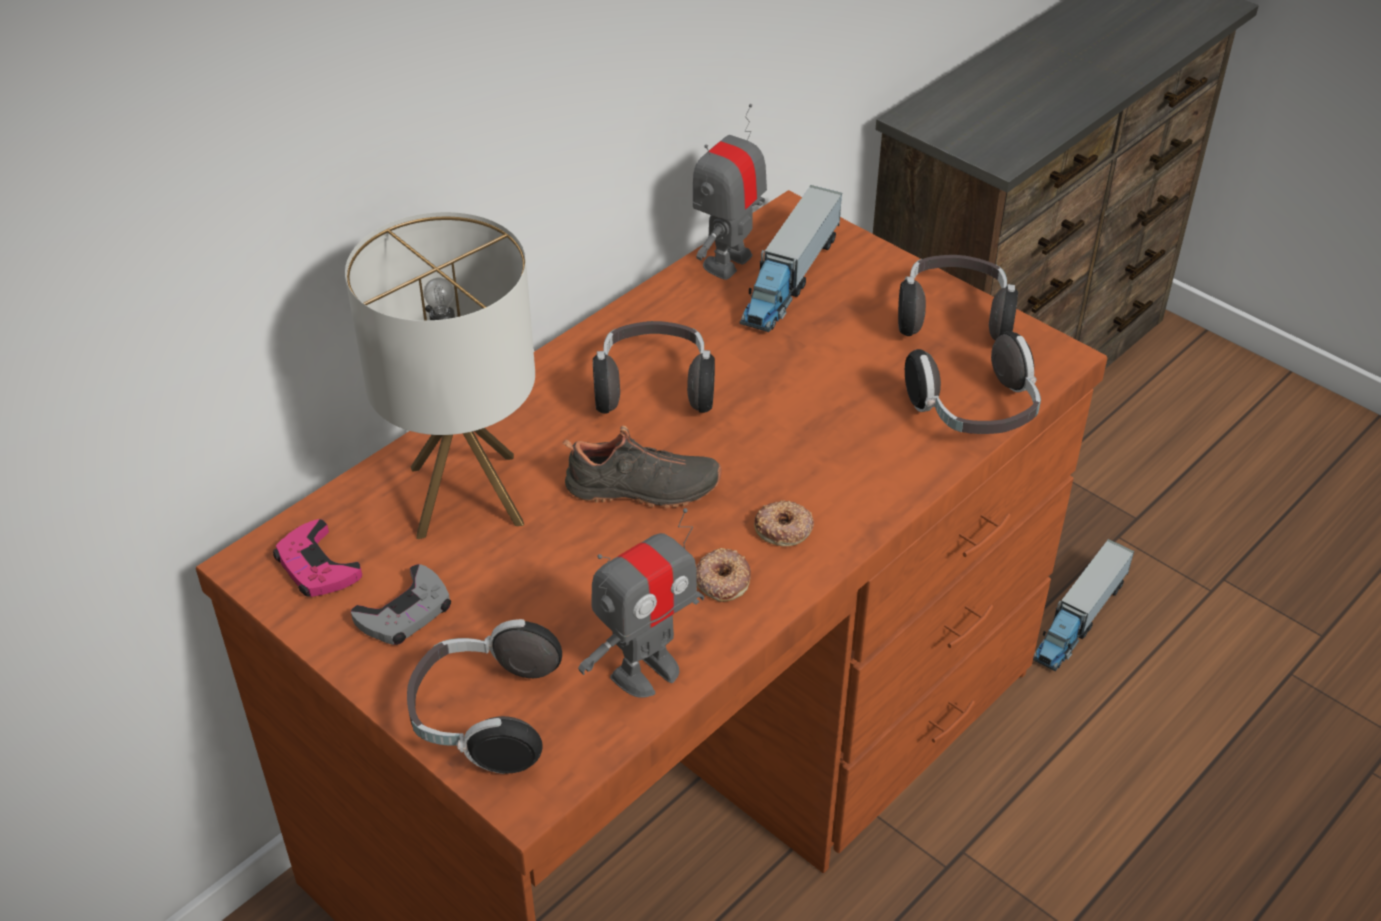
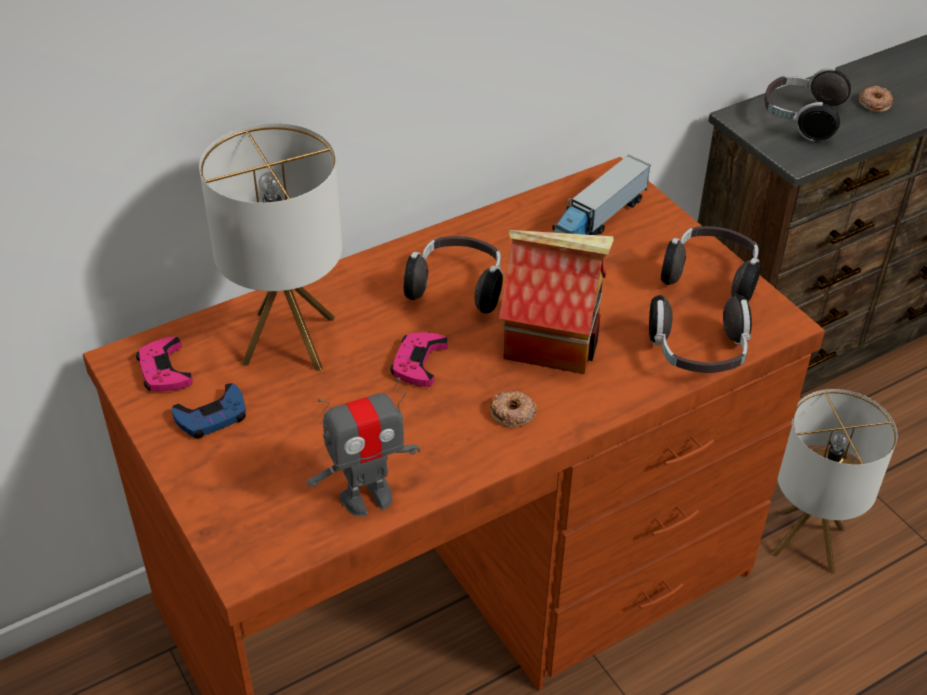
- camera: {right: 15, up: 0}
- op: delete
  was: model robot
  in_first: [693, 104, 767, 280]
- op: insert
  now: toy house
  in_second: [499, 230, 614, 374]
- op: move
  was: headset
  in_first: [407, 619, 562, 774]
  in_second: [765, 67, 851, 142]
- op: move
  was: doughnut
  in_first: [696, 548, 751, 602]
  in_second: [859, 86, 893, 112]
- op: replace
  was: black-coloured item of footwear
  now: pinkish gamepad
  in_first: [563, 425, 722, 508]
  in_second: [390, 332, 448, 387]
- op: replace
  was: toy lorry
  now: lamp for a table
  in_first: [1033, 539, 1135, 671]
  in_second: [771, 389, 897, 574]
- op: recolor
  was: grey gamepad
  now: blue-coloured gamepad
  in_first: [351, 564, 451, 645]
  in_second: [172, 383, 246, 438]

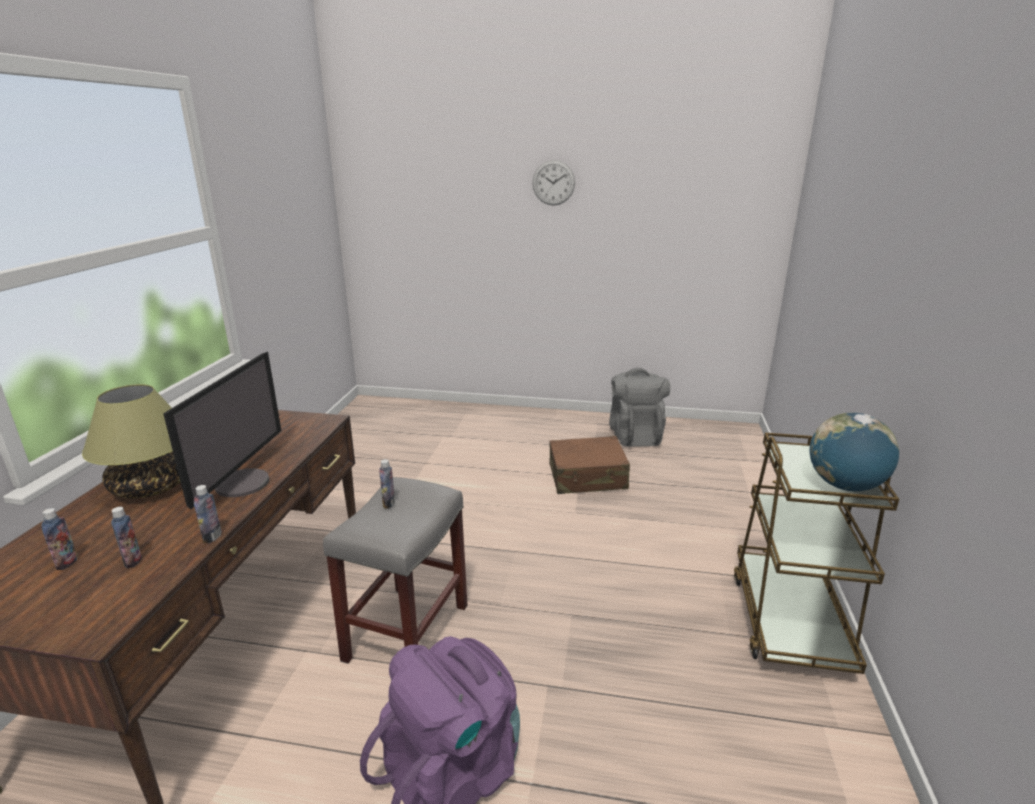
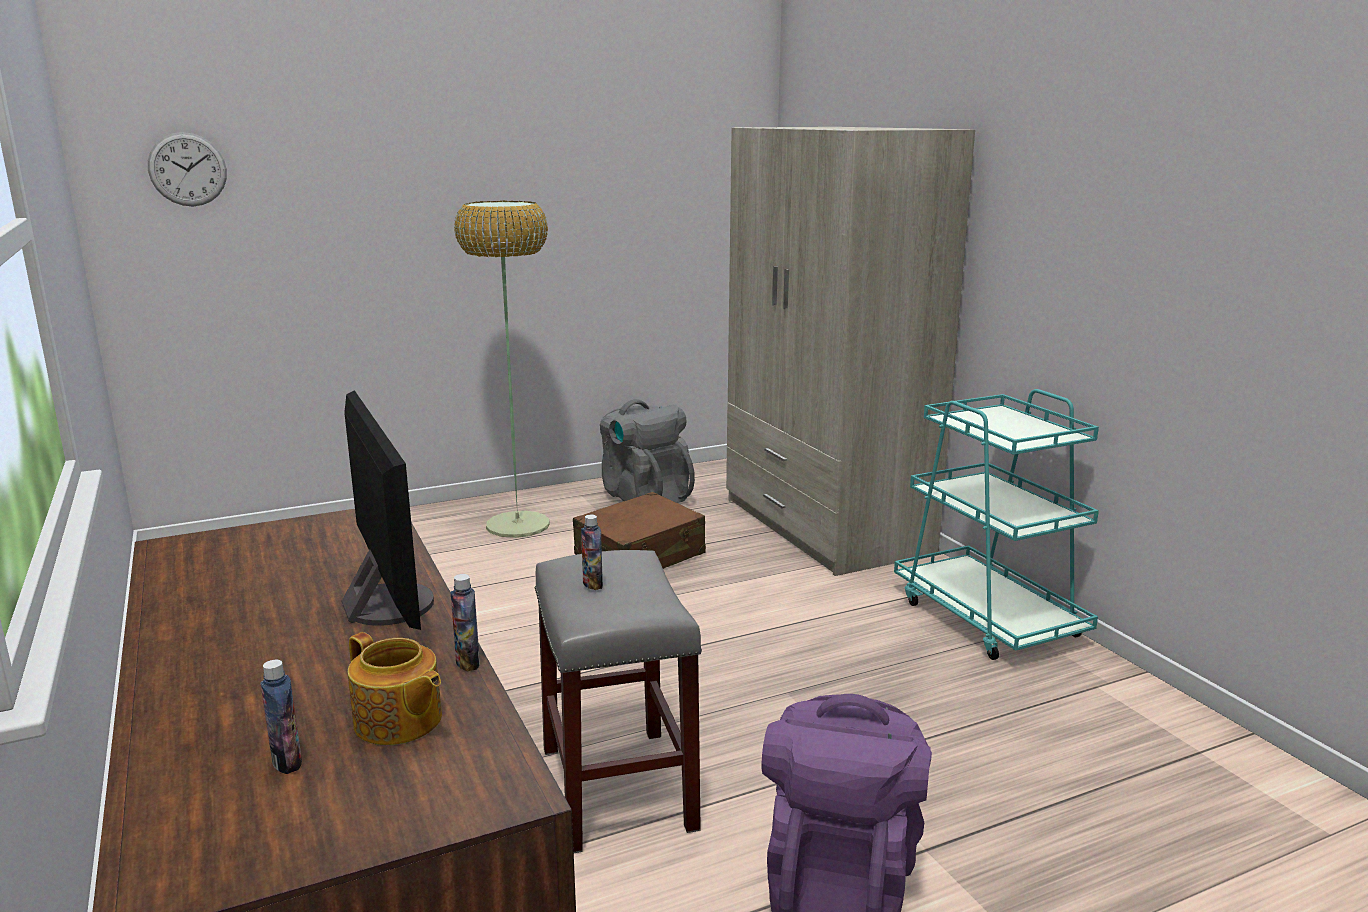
- camera: {right: -35, up: -5}
- op: delete
  was: lamp for a table
  in_first: [82, 384, 181, 499]
- op: delete
  was: world globe
  in_first: [810, 413, 899, 491]
- op: insert
  now: standard lamp
  in_second: [454, 200, 550, 538]
- op: insert
  now: beige wardrobe
  in_second: [726, 127, 975, 576]
- op: move
  was: hanging clock
  in_first: [532, 160, 575, 206]
  in_second: [148, 132, 227, 207]
- op: replace
  was: beverage bottle
  now: tea pot
  in_first: [111, 507, 142, 568]
  in_second: [348, 632, 442, 745]
- op: recolor
  was: brown wheeled cart
  now: blue-green wheeled cart
  in_first: [734, 433, 899, 674]
  in_second: [894, 389, 1099, 660]

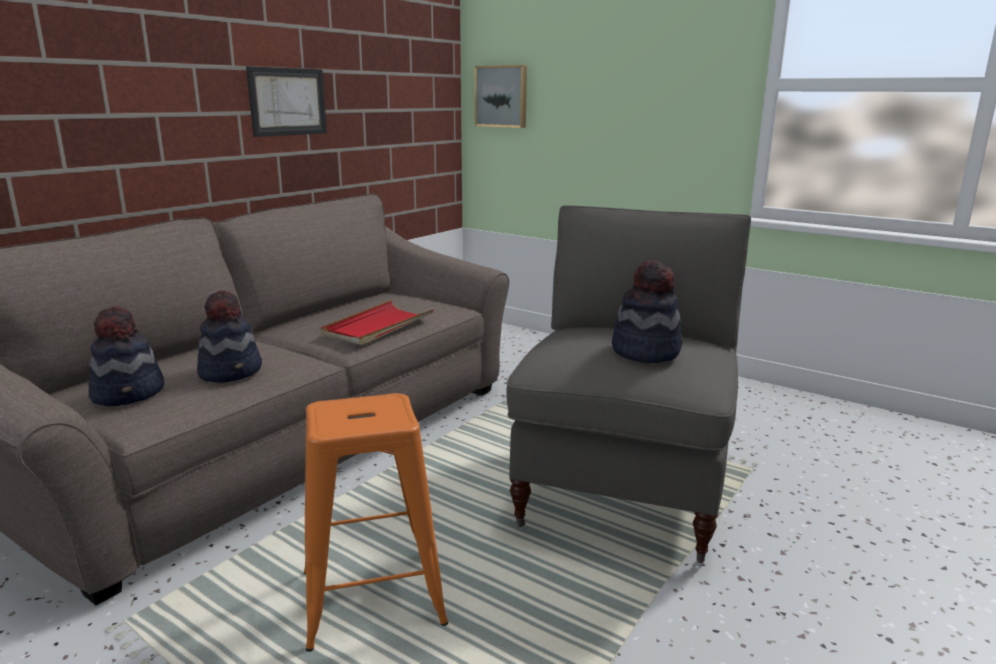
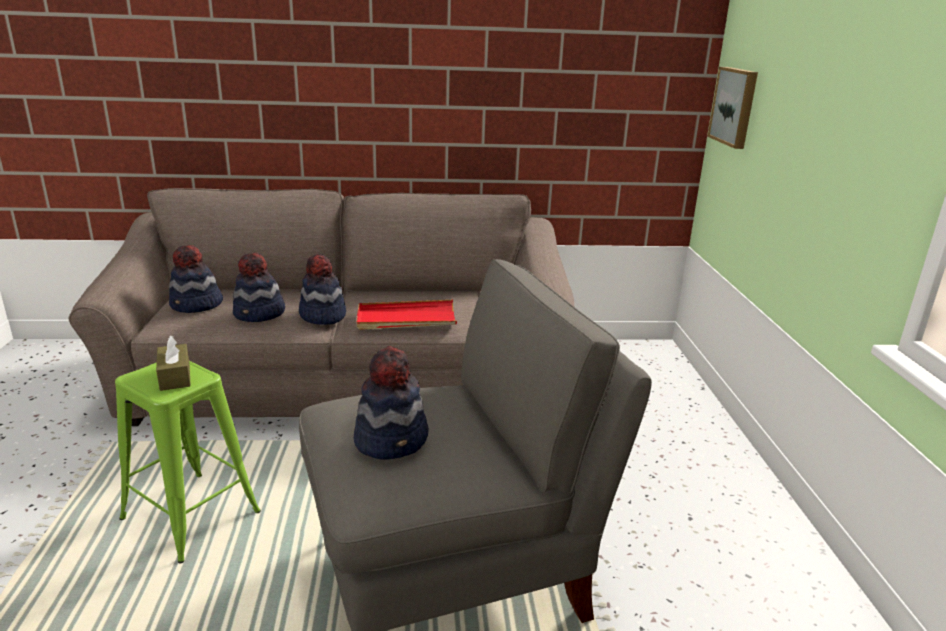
- camera: {right: 50, up: 5}
- op: delete
  was: wall picture
  in_first: [246, 66, 327, 137]
- op: insert
  now: brown tissue box
  in_second: [156, 336, 191, 391]
- op: insert
  now: hat
  in_second: [299, 254, 346, 325]
- op: recolor
  was: orange-coloured sitting stool
  now: green sitting stool
  in_first: [304, 393, 448, 652]
  in_second: [115, 361, 261, 563]

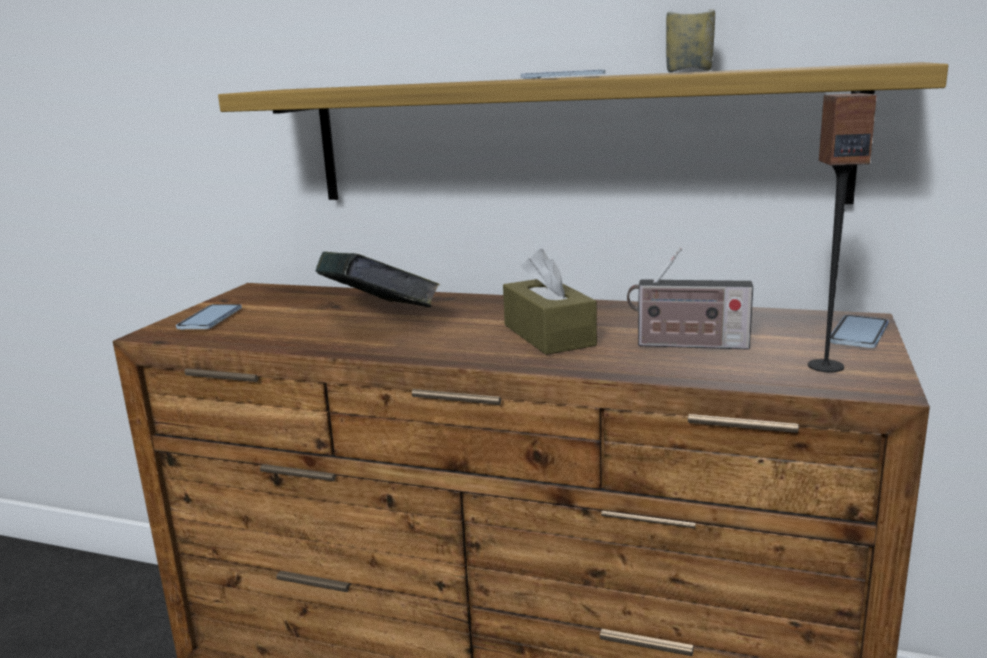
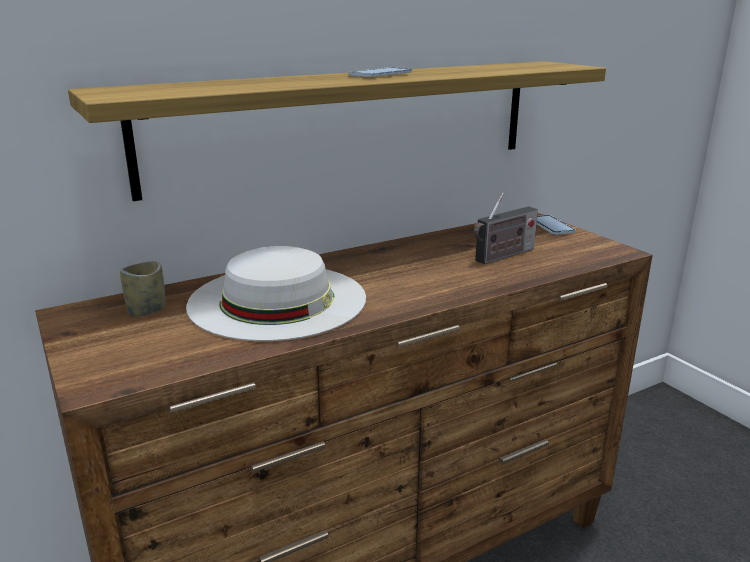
- camera: {right: -50, up: 5}
- op: delete
  was: handset
  in_first: [176, 304, 242, 330]
- op: delete
  was: brown tissue box
  in_first: [503, 249, 597, 355]
- op: delete
  was: audio speaker
  in_first: [808, 93, 877, 372]
- op: move
  was: small cup
  in_first: [666, 9, 715, 73]
  in_second: [120, 261, 166, 317]
- op: replace
  was: volume
  now: whitish hat
  in_first: [316, 251, 440, 307]
  in_second: [186, 246, 366, 341]

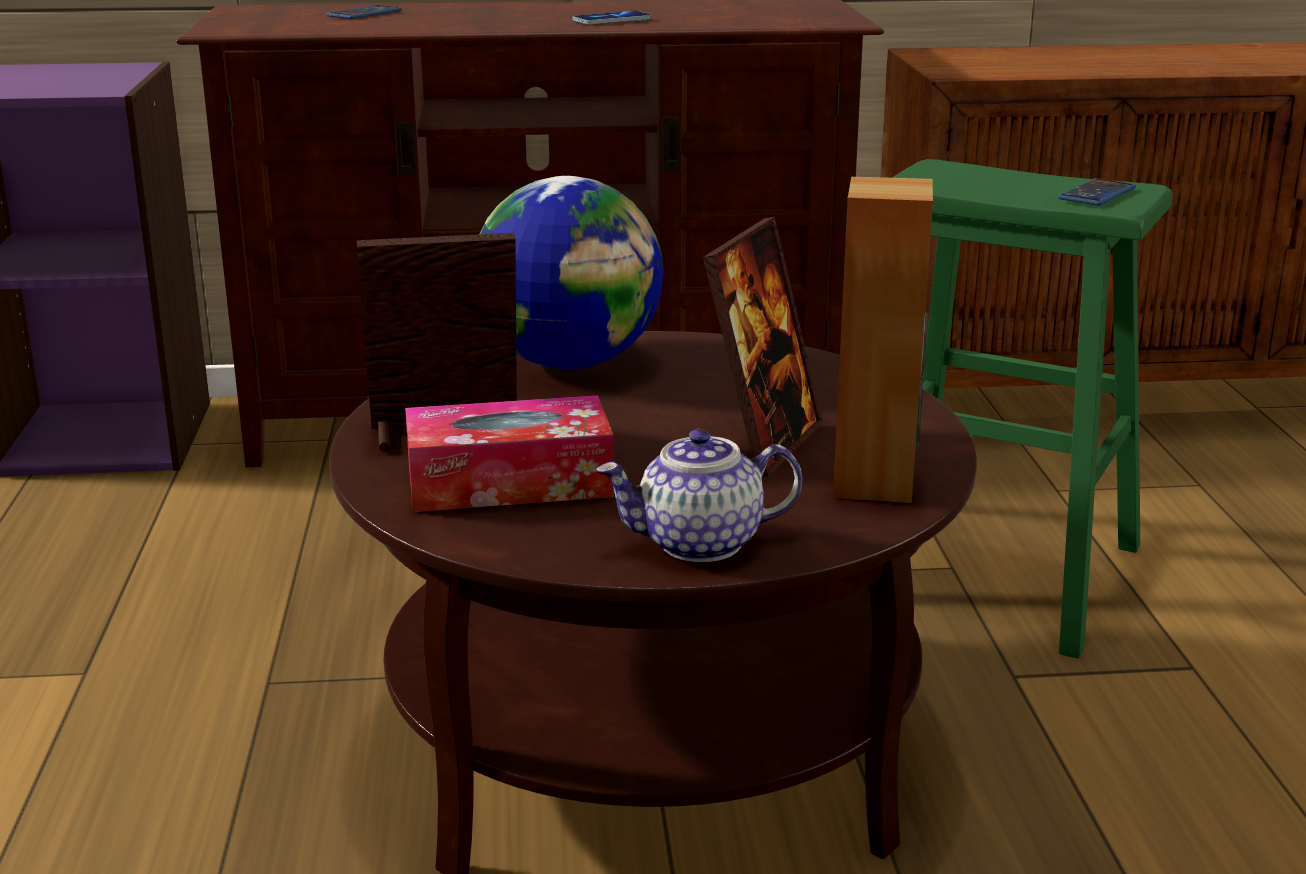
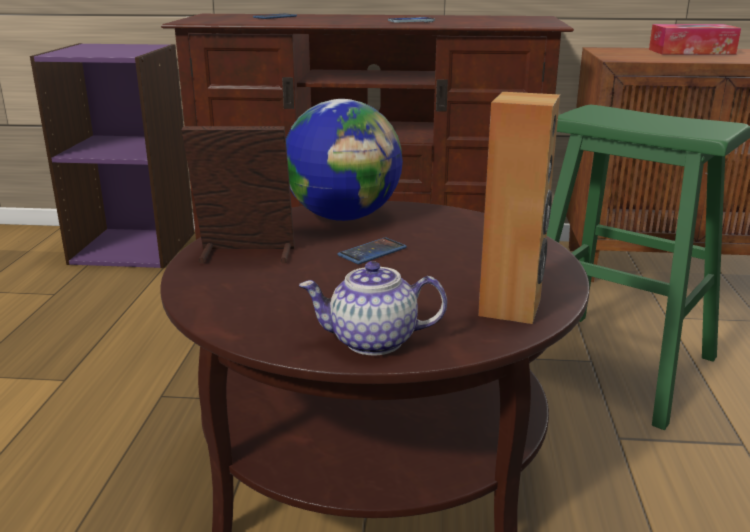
- camera: {right: 10, up: 0}
- op: delete
  was: photo frame
  in_first: [703, 217, 823, 477]
- op: move
  was: tissue box
  in_first: [405, 395, 614, 512]
  in_second: [649, 24, 741, 55]
- op: move
  was: handset
  in_first: [1058, 178, 1136, 206]
  in_second: [338, 238, 407, 264]

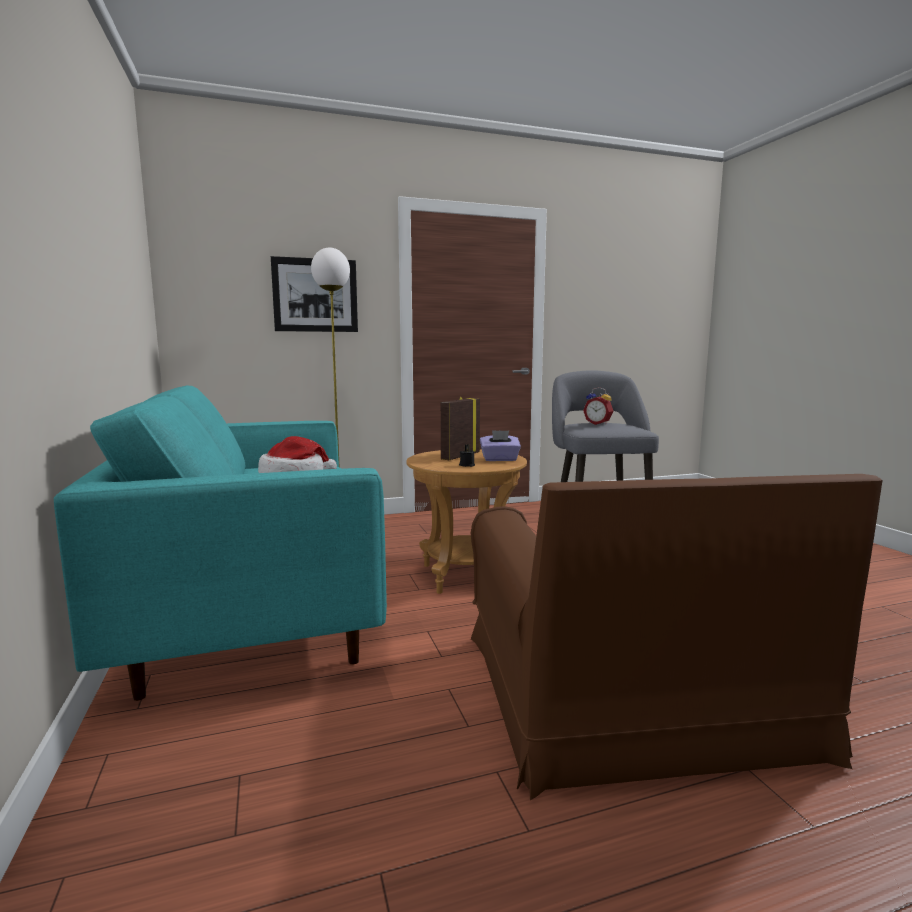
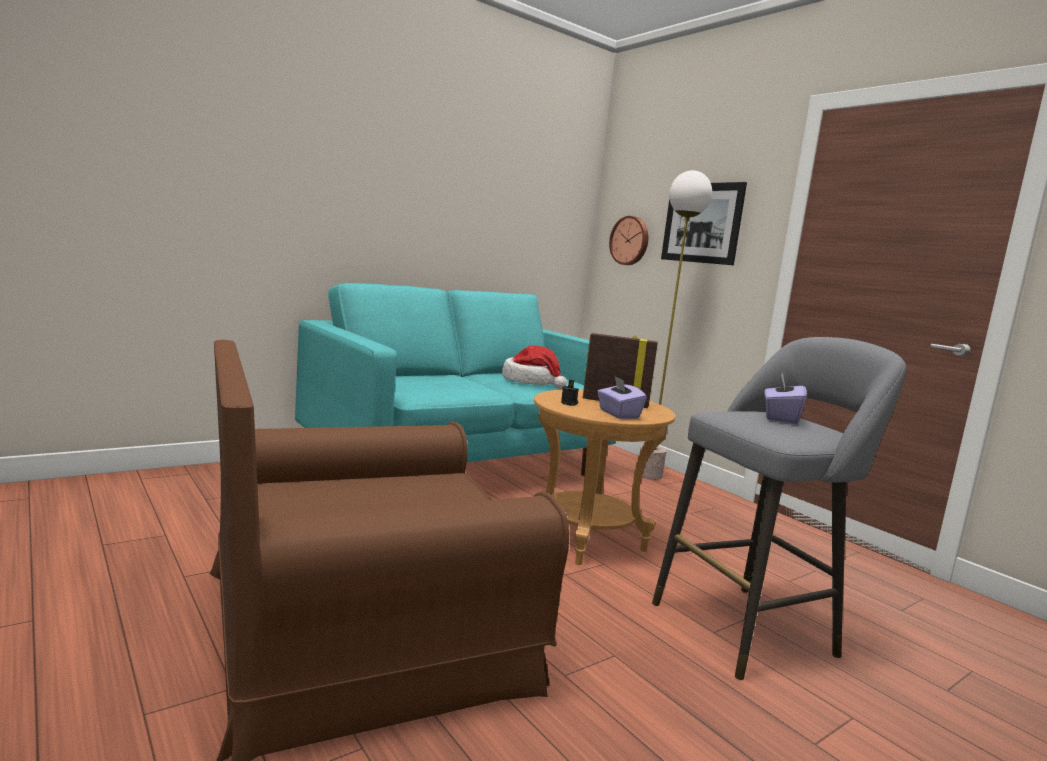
- camera: {right: 70, up: 0}
- op: insert
  now: hanging clock
  in_second: [609, 216, 649, 265]
- op: replace
  was: table clock
  now: purple tissue box
  in_first: [583, 387, 613, 425]
  in_second: [764, 372, 807, 425]

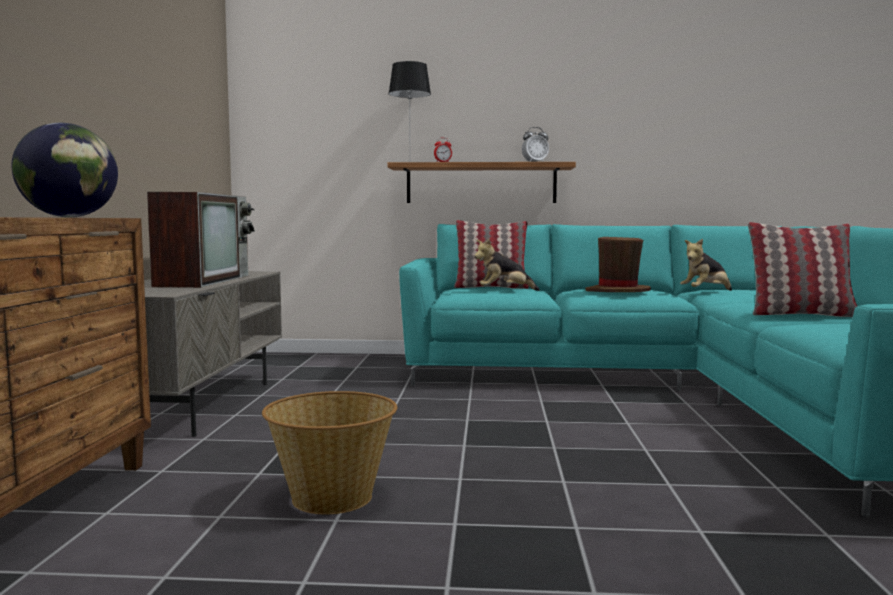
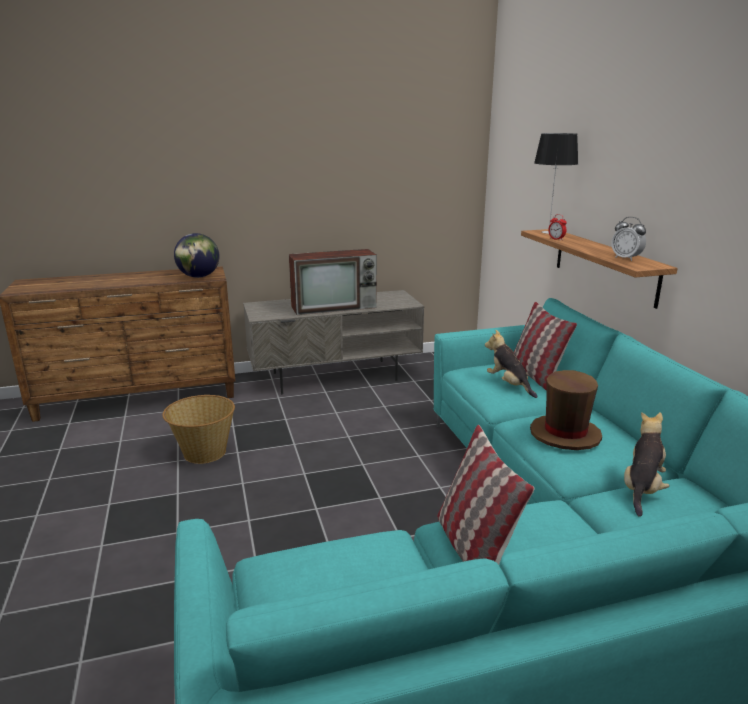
- camera: {right: 70, up: 15}
- op: rotate
  was: plush toy
  in_first: [680, 239, 732, 291]
  in_second: [624, 412, 670, 517]
  clockwise: 75

